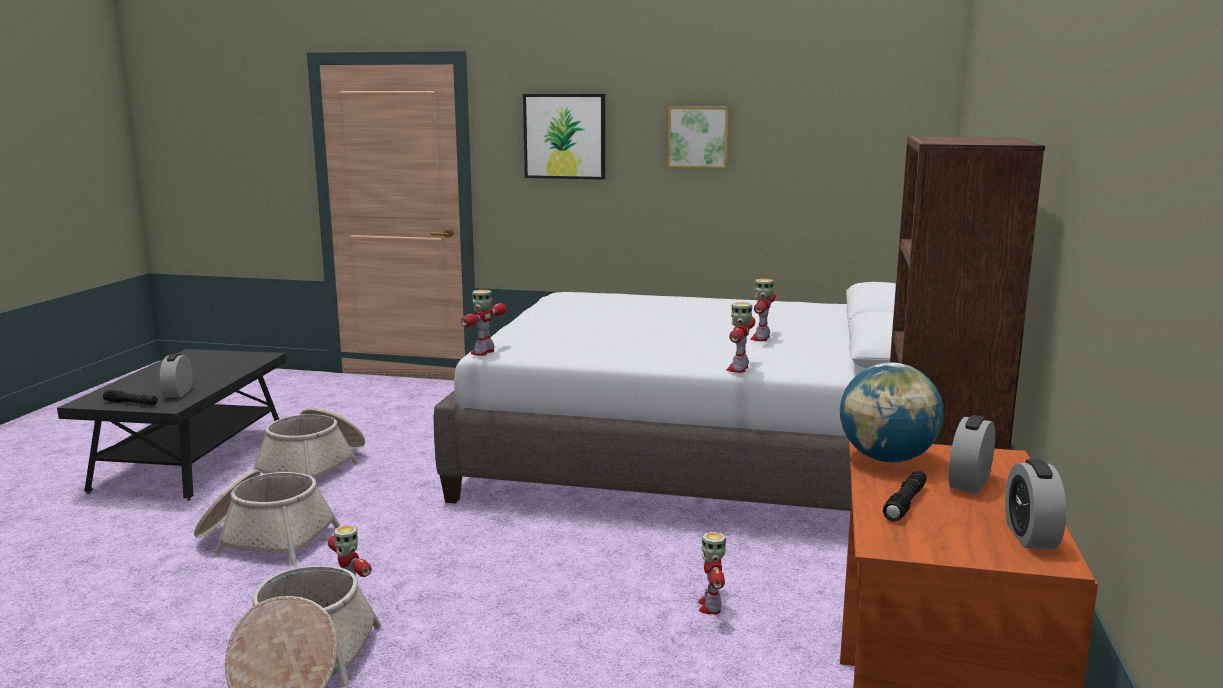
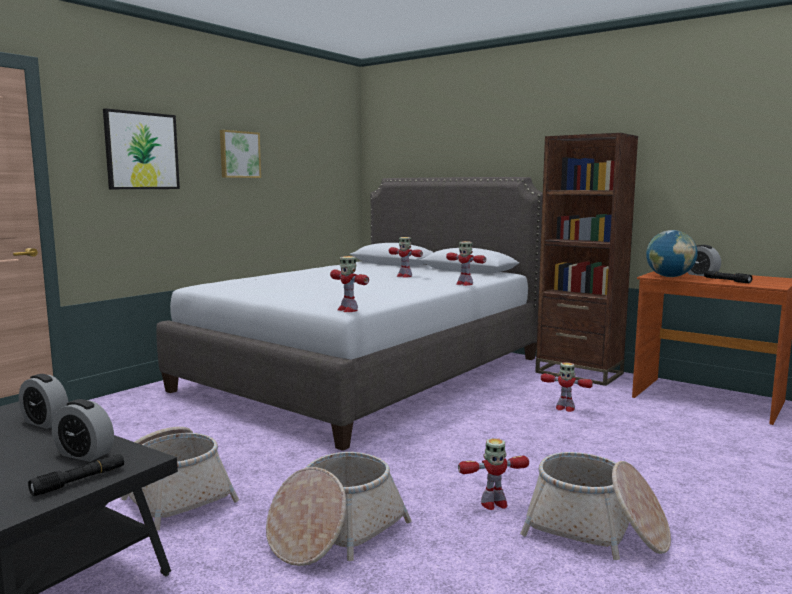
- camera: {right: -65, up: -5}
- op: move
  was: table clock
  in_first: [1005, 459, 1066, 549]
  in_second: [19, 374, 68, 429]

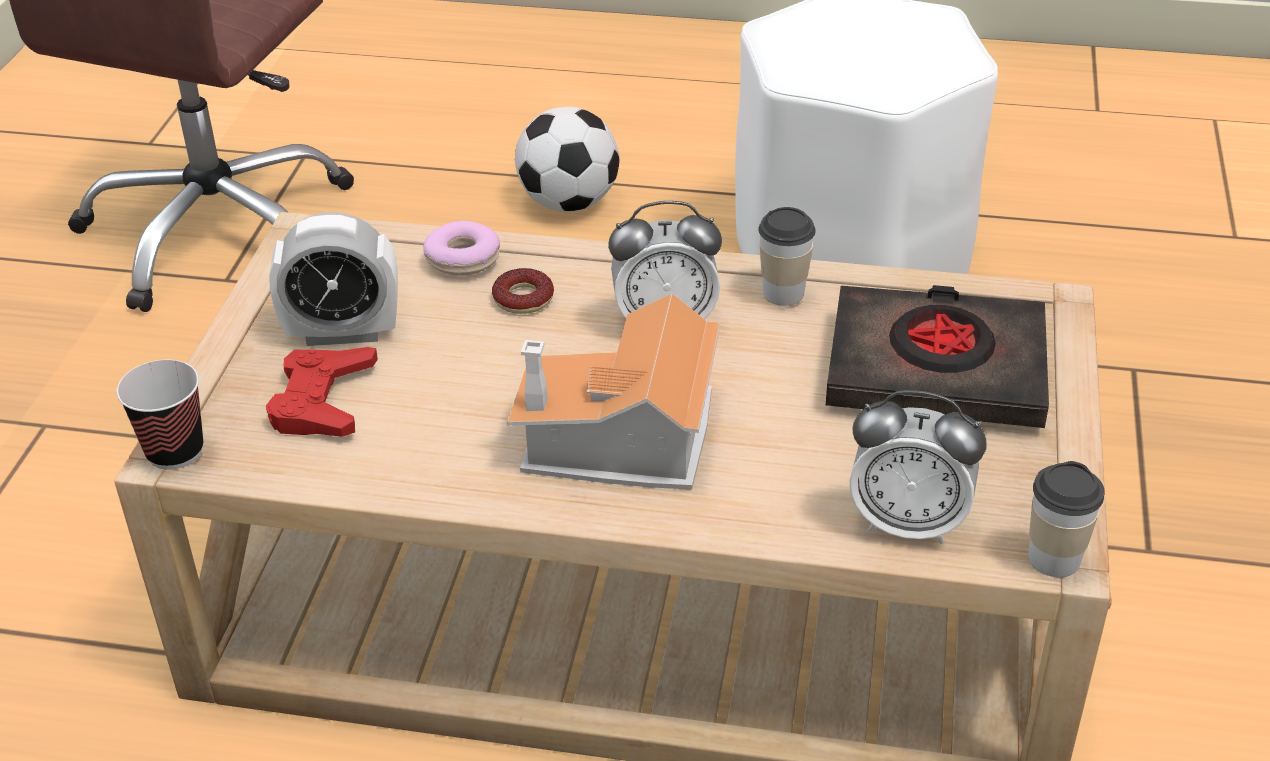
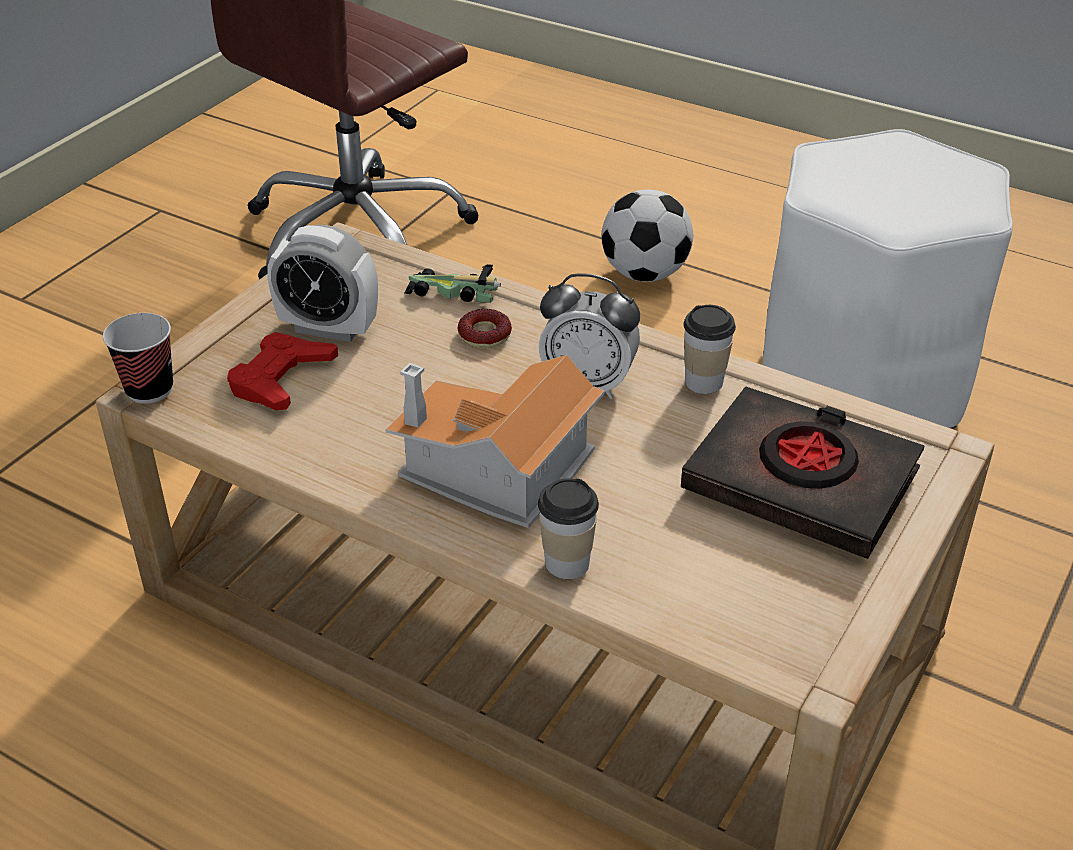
- camera: {right: 20, up: 0}
- op: delete
  was: table clock
  in_first: [850, 390, 987, 544]
- op: move
  was: small cup
  in_first: [1028, 461, 1105, 577]
  in_second: [538, 478, 599, 579]
- op: replace
  was: doughnut
  now: miniature car
  in_first: [423, 221, 500, 276]
  in_second: [404, 264, 501, 302]

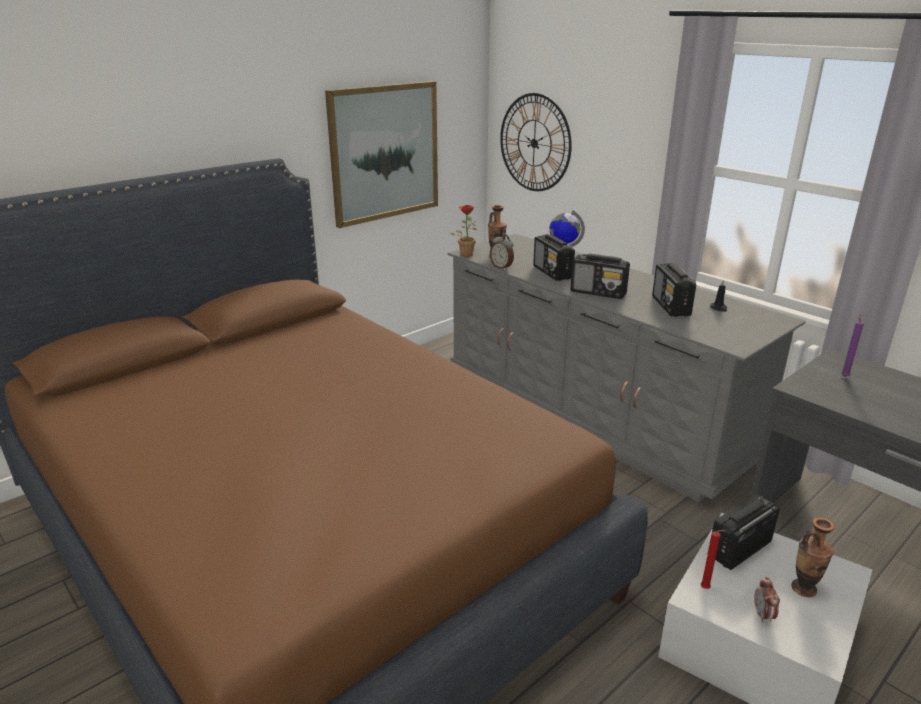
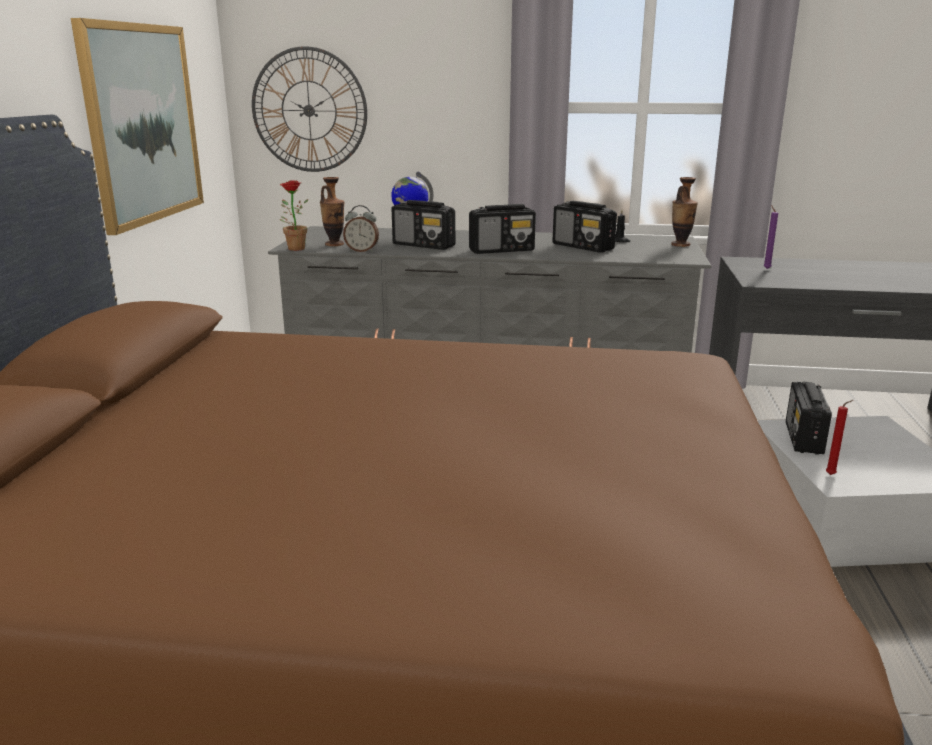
- camera: {right: -40, up: -5}
- op: delete
  was: table clock
  in_first: [754, 577, 780, 623]
- op: move
  was: flower vase
  in_first: [791, 517, 835, 597]
  in_second: [671, 177, 698, 247]

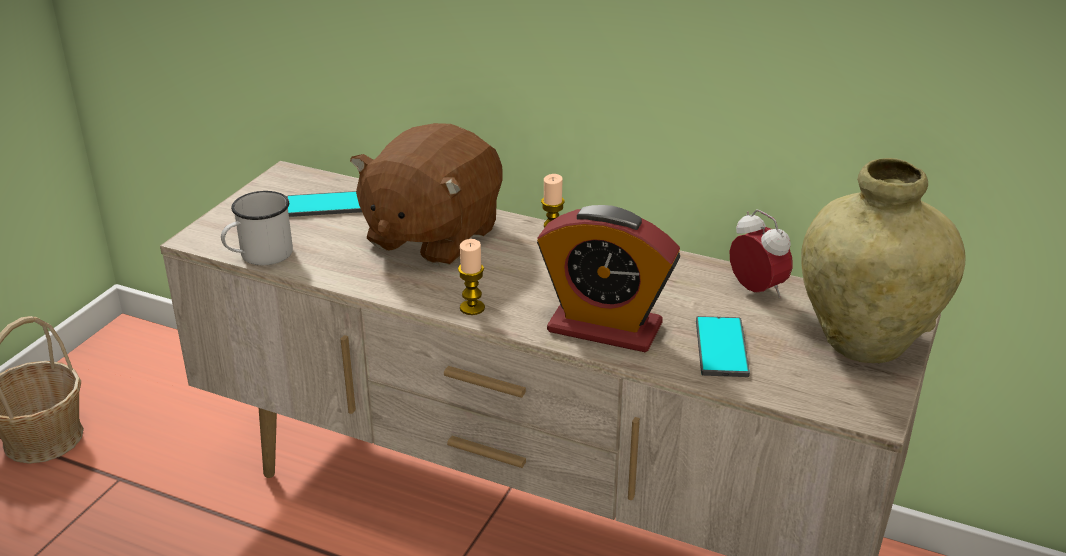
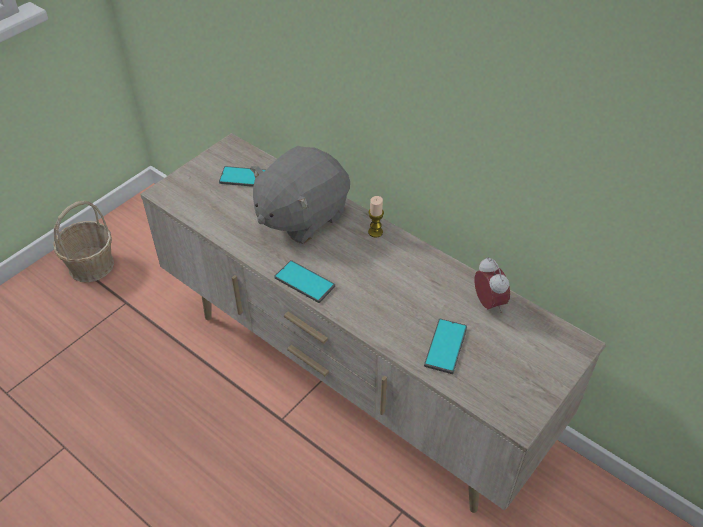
- camera: {right: 15, up: 15}
- op: delete
  was: whitish mug
  in_first: [221, 191, 293, 265]
- op: delete
  was: table clock
  in_first: [537, 205, 680, 352]
- op: delete
  was: beige flower vase
  in_first: [801, 158, 966, 363]
- op: replace
  was: candle
  now: handset
  in_first: [458, 239, 485, 315]
  in_second: [274, 260, 335, 303]
- op: recolor
  was: brown plush toy
  now: grey plush toy
  in_first: [350, 123, 502, 266]
  in_second: [250, 146, 350, 244]

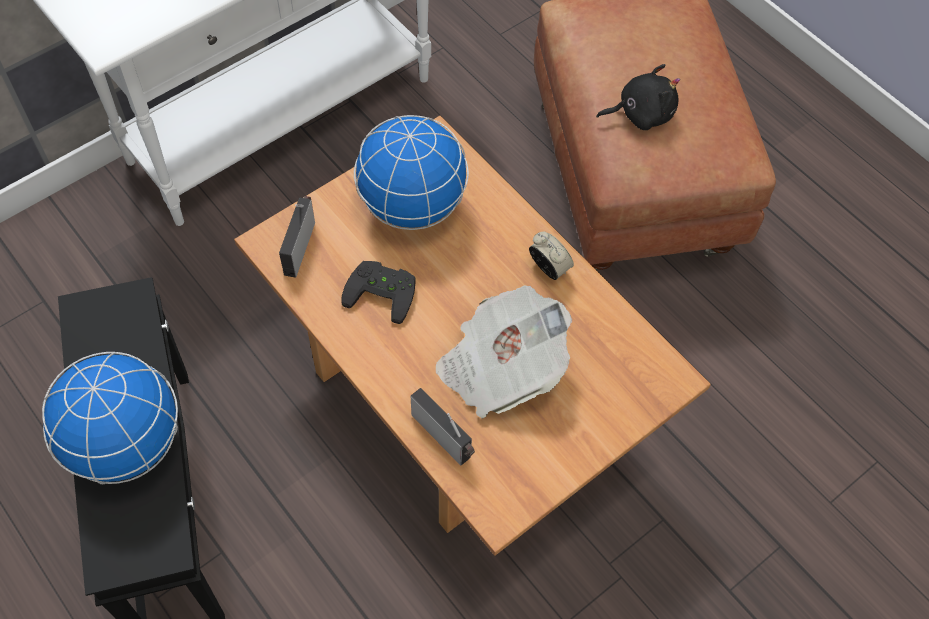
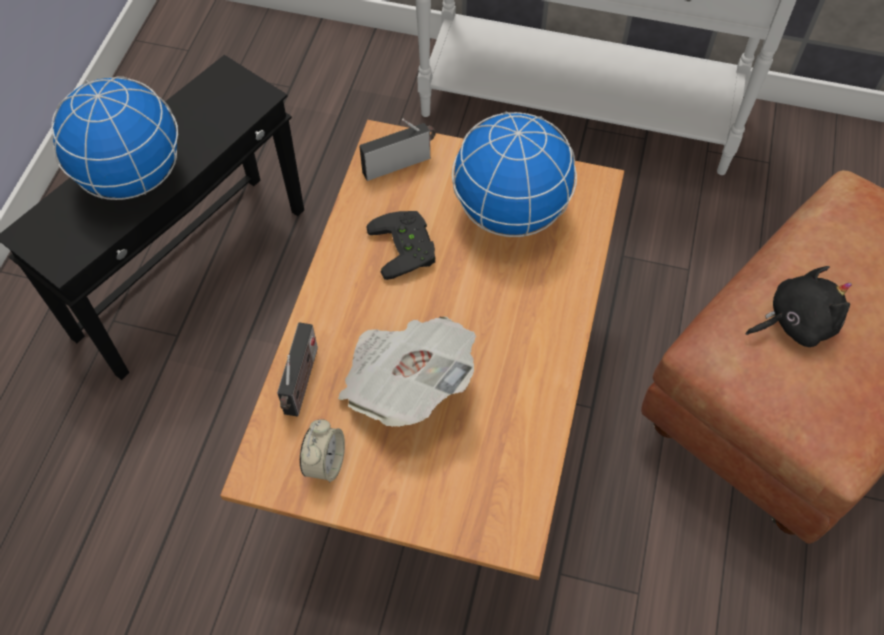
- camera: {right: 55, up: 0}
- op: move
  was: table clock
  in_first: [529, 232, 574, 280]
  in_second: [300, 419, 345, 482]
- op: rotate
  was: black-coloured plush toy
  in_first: [596, 64, 680, 130]
  in_second: [746, 266, 852, 347]
  clockwise: -60

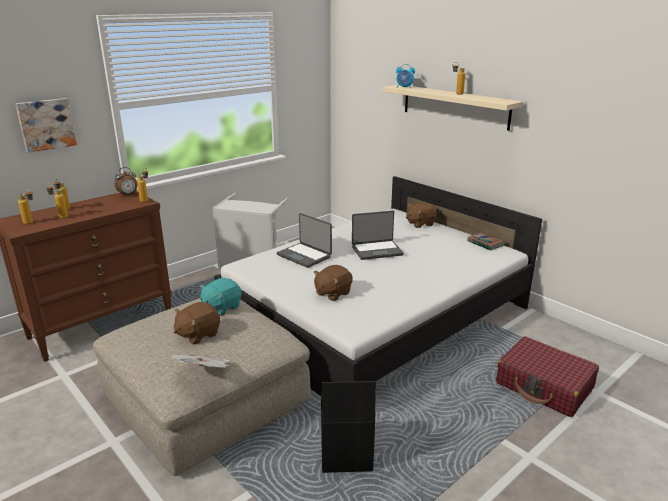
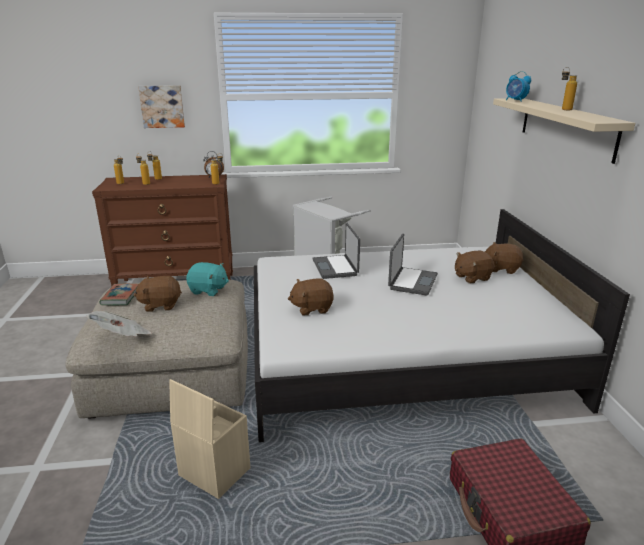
- camera: {right: 35, up: 0}
- op: insert
  now: brown plush toy
  in_second: [455, 251, 495, 283]
- op: move
  was: volume
  in_first: [467, 232, 505, 250]
  in_second: [99, 283, 139, 305]
- op: recolor
  was: black-coloured storage bin
  now: beige storage bin
  in_first: [321, 381, 376, 473]
  in_second: [169, 379, 250, 499]
- op: rotate
  was: blue-green plush toy
  in_first: [200, 278, 242, 316]
  in_second: [186, 262, 229, 296]
  clockwise: -150
- op: rotate
  was: laptop
  in_first: [352, 211, 404, 260]
  in_second: [388, 234, 438, 296]
  clockwise: -90

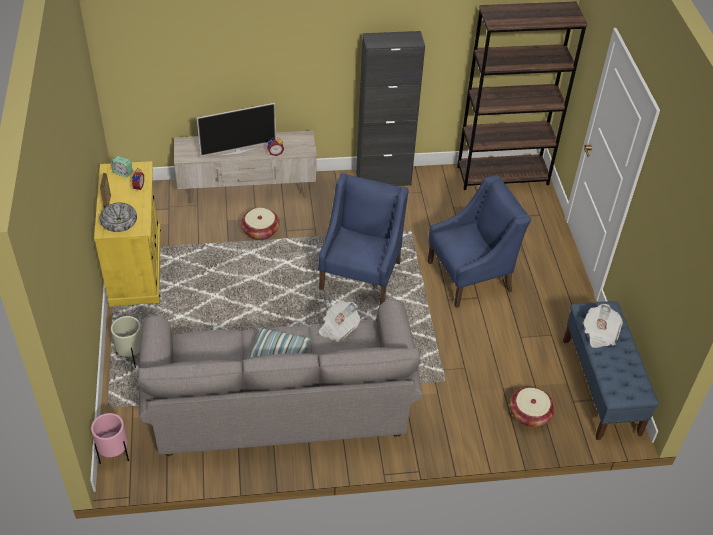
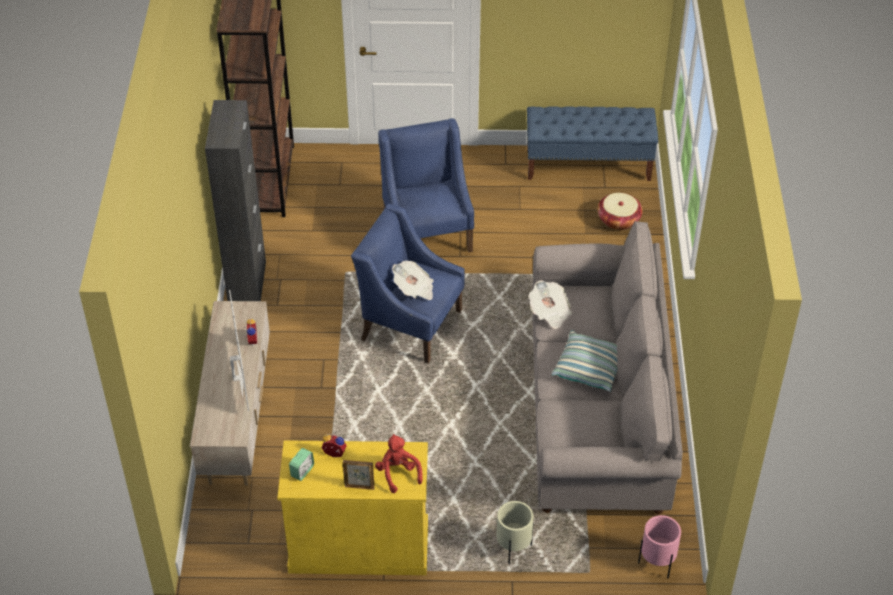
- camera: {right: -80, up: 0}
- op: delete
  was: household basket
  in_first: [241, 208, 280, 240]
- op: move
  was: newspaper
  in_first: [583, 304, 623, 348]
  in_second: [392, 261, 434, 300]
- op: replace
  was: bowl
  now: red-coloured plush toy
  in_first: [100, 203, 137, 232]
  in_second: [375, 434, 422, 493]

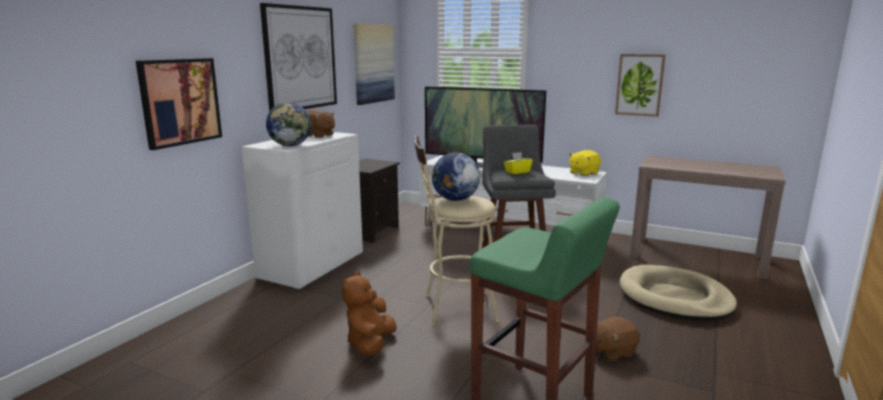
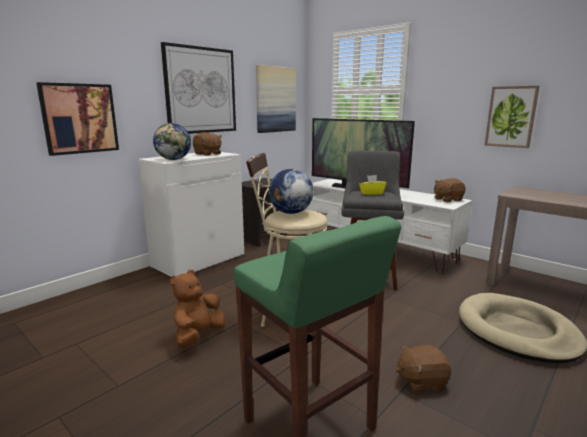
- camera: {right: 15, up: 0}
- op: recolor
  was: yellowish plush toy
  now: brown plush toy
  in_first: [569, 150, 601, 176]
  in_second: [434, 178, 466, 202]

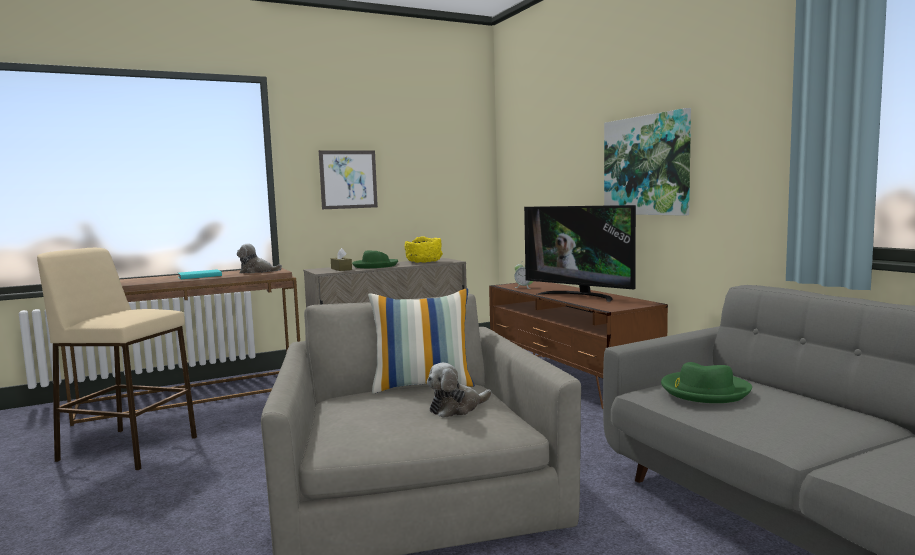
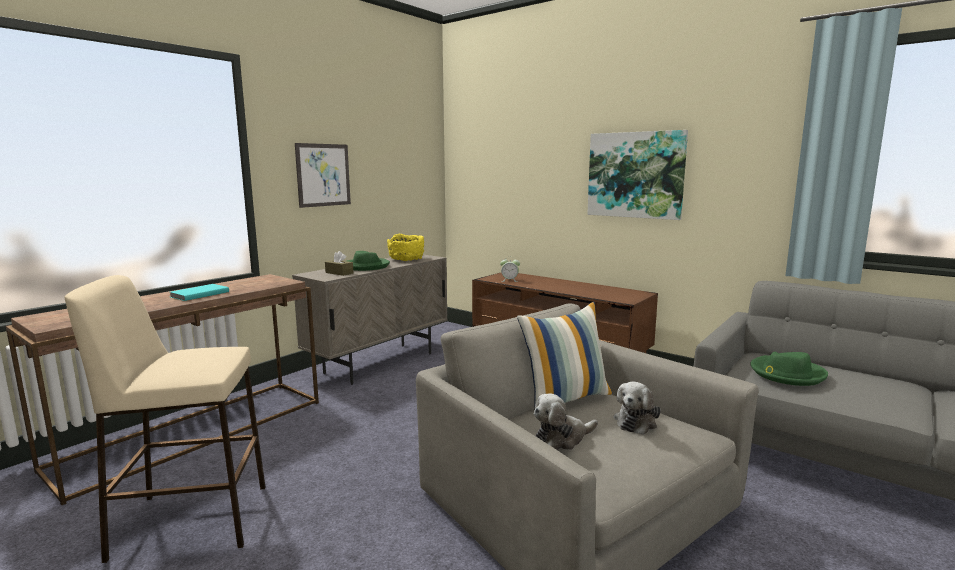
- camera: {right: -25, up: 5}
- op: delete
  was: television
  in_first: [524, 205, 636, 302]
- op: move
  was: plush toy
  in_first: [237, 243, 282, 274]
  in_second: [534, 394, 598, 450]

